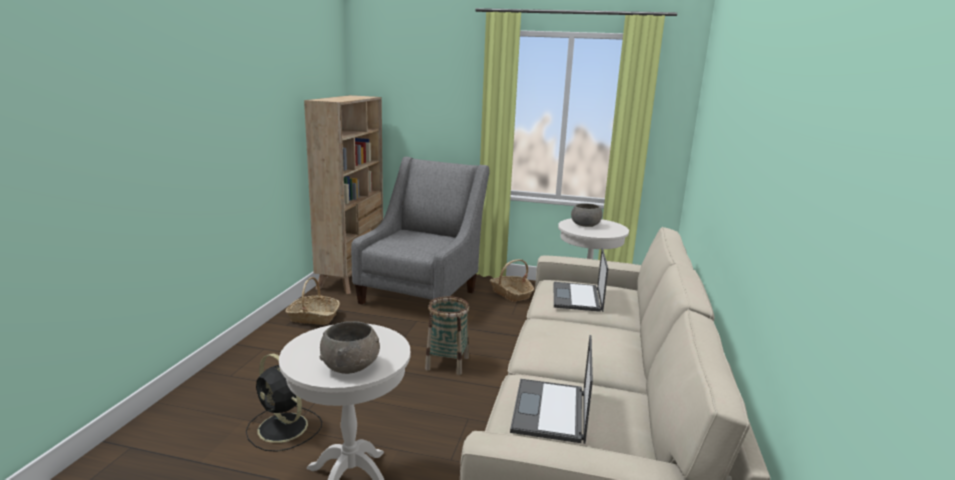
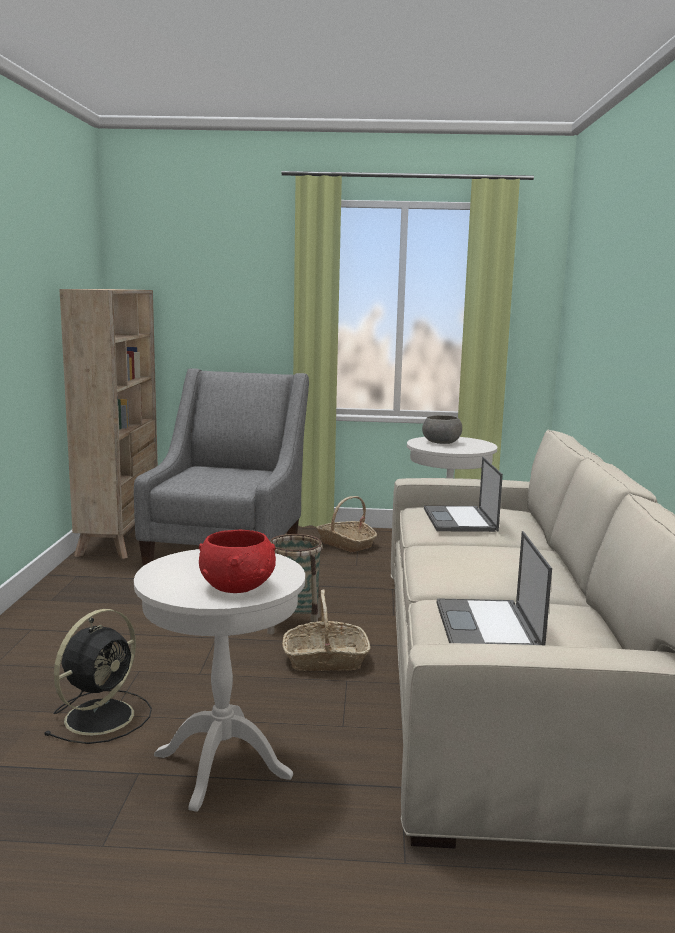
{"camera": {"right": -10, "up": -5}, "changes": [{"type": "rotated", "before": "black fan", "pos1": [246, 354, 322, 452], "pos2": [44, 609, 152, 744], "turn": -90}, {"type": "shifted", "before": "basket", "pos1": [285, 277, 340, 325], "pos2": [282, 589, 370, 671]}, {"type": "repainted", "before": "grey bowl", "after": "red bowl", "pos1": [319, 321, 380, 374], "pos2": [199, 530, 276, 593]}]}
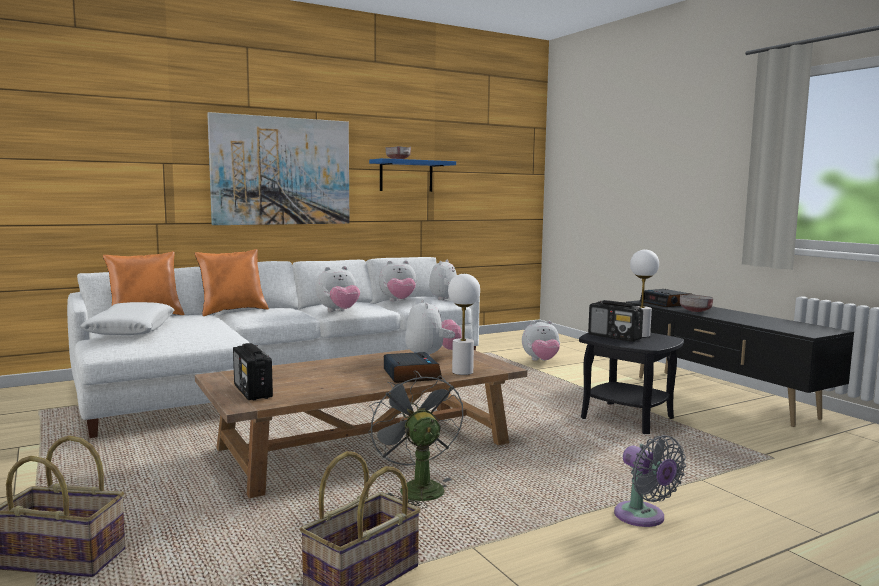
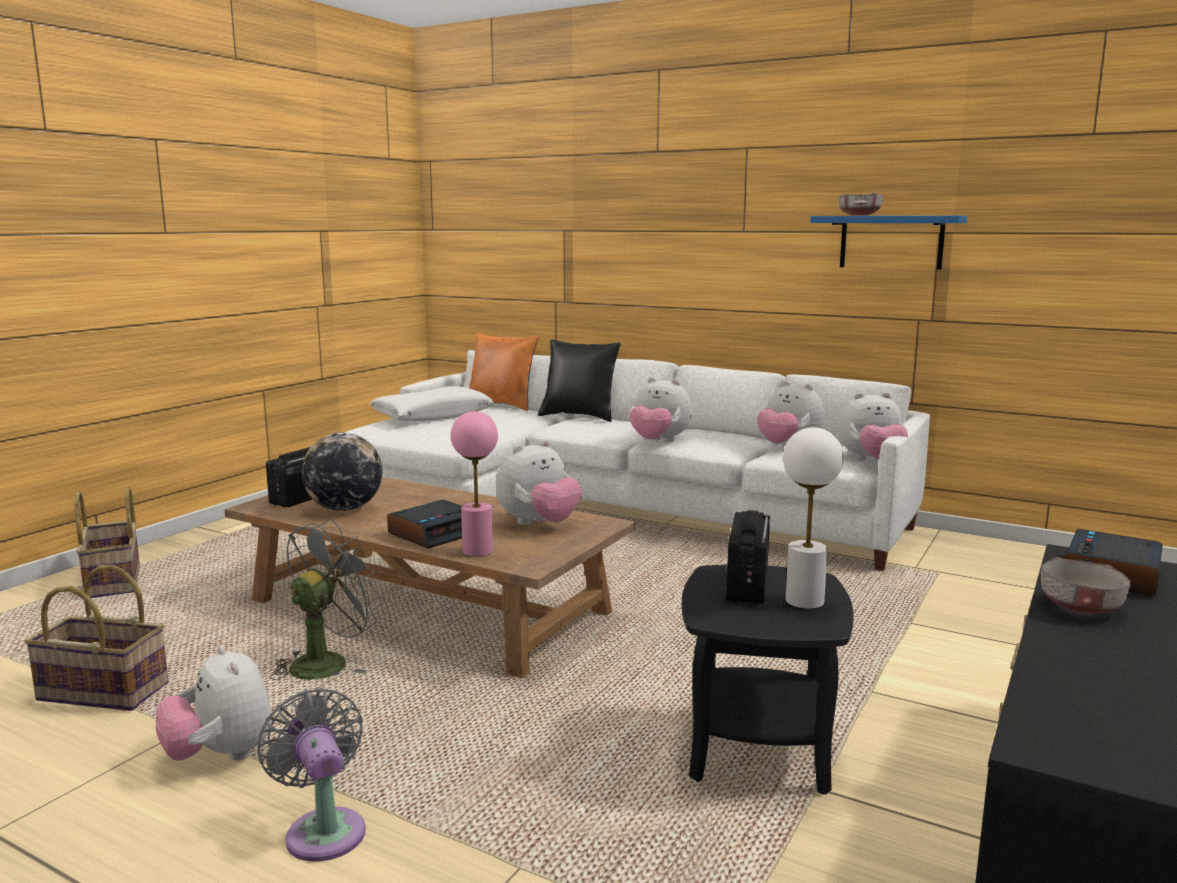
{"camera": {"right": 60, "up": 5}, "changes": [{"type": "repainted", "before": "orange pillow", "after": "black pillow", "pos1": [195, 249, 269, 316], "pos2": [538, 339, 621, 422]}, {"type": "gone", "before": "picture", "pos1": [207, 112, 349, 225]}, {"type": "repainted", "before": "white table lamp", "after": "pink table lamp", "pos1": [448, 274, 480, 375], "pos2": [451, 411, 498, 557]}, {"type": "shifted", "before": "plush toy", "pos1": [522, 321, 560, 361], "pos2": [156, 645, 272, 761]}, {"type": "rotated", "before": "grey fan", "pos1": [614, 435, 686, 527], "pos2": [257, 688, 366, 862], "turn": 120}, {"type": "new", "after": "globe", "pos2": [302, 433, 382, 511]}]}
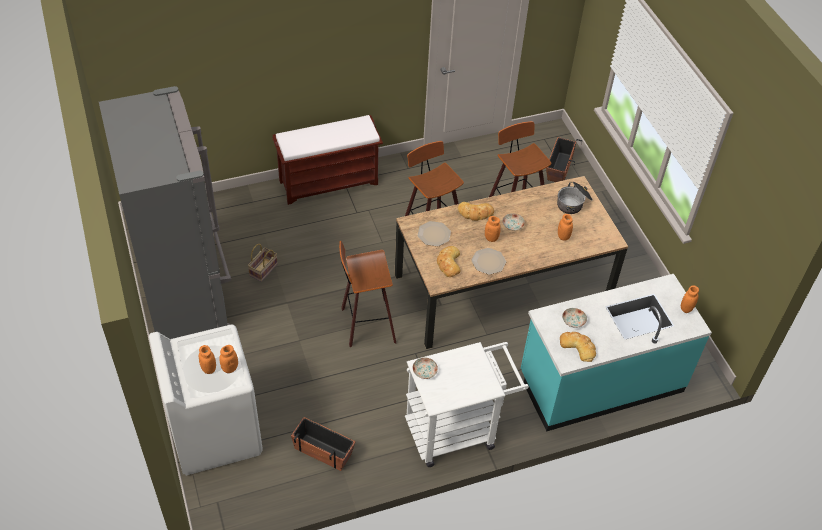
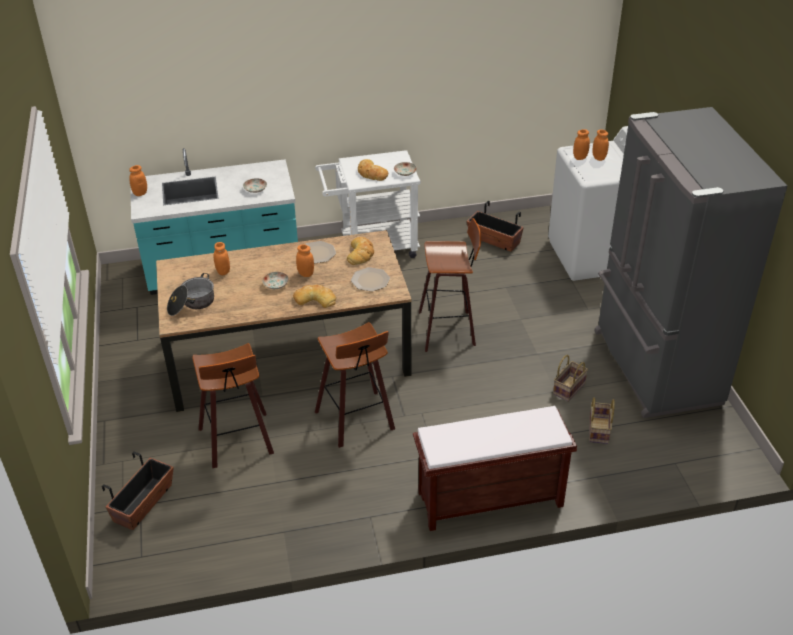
{"camera": {"right": -170, "up": -10}, "changes": [{"type": "shifted", "before": "bread", "pos1": [560, 332, 596, 362], "pos2": [358, 159, 388, 181]}, {"type": "new", "after": "basket", "pos2": [589, 397, 615, 444]}]}
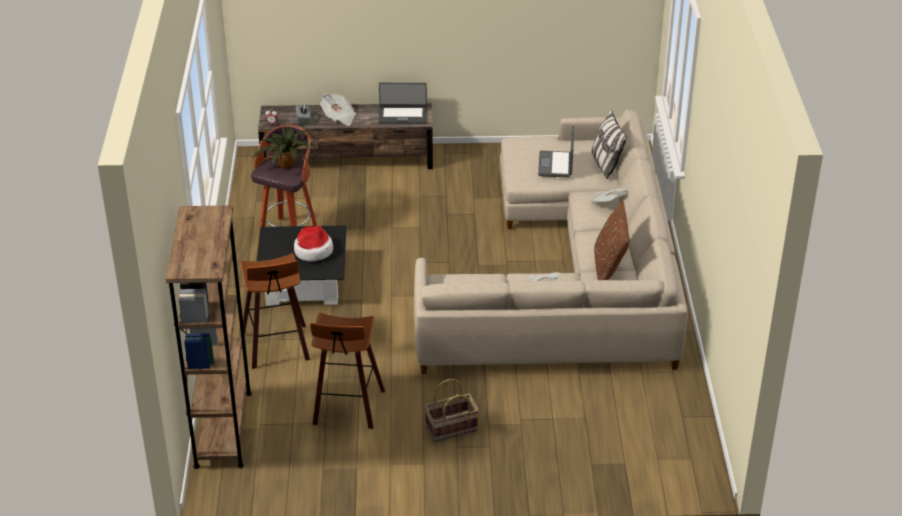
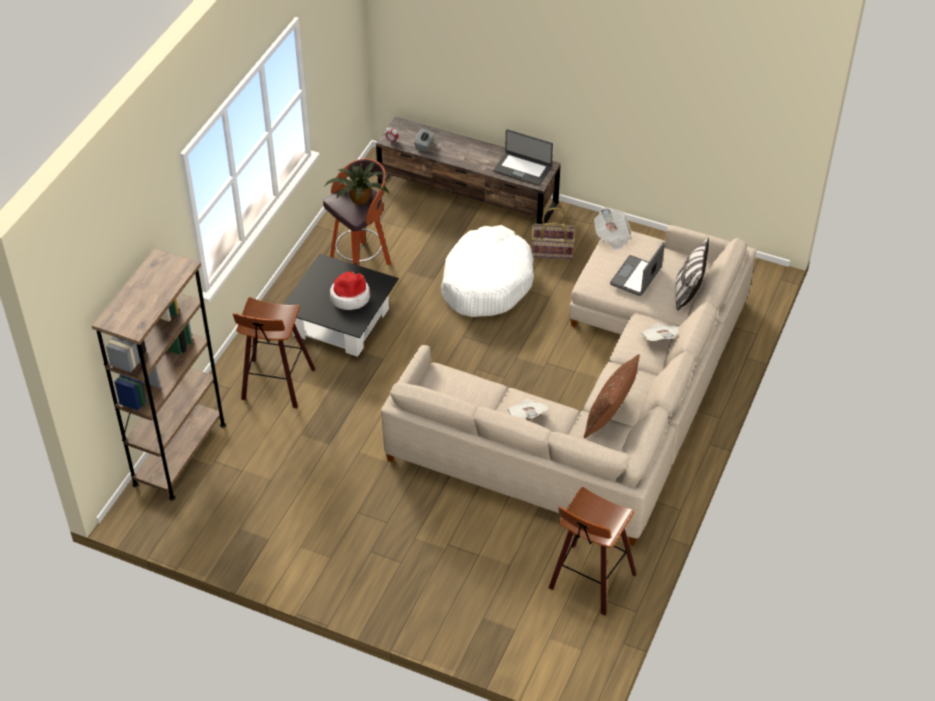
{"camera": {"right": 25, "up": 10}, "changes": [{"type": "shifted", "before": "stool", "pos1": [310, 313, 385, 429], "pos2": [548, 487, 636, 615]}, {"type": "shifted", "before": "newspaper", "pos1": [320, 93, 357, 126], "pos2": [594, 207, 632, 251]}, {"type": "shifted", "before": "basket", "pos1": [424, 379, 479, 442], "pos2": [531, 208, 576, 259]}, {"type": "new", "after": "white dog bed", "pos2": [441, 225, 534, 317]}]}
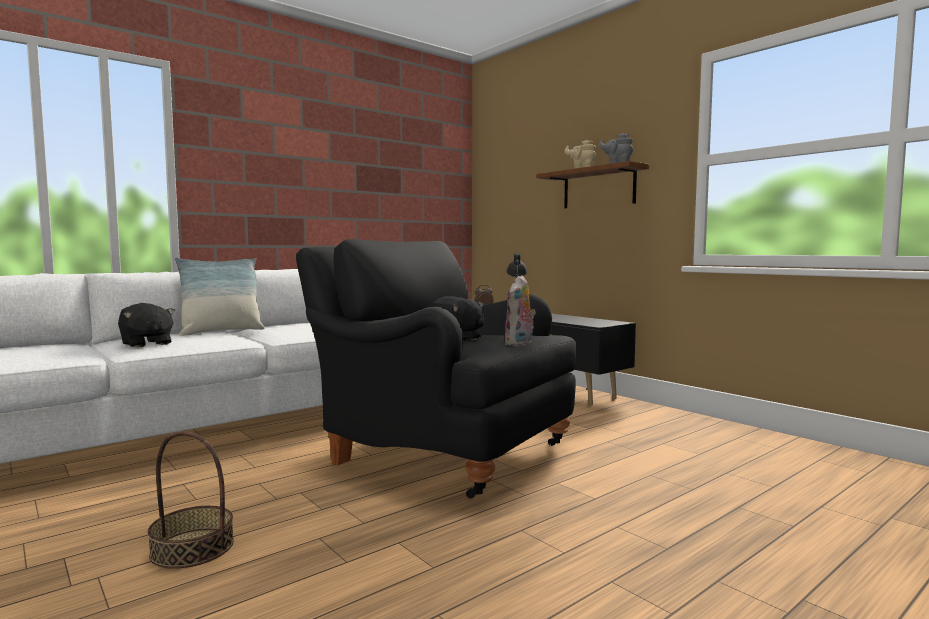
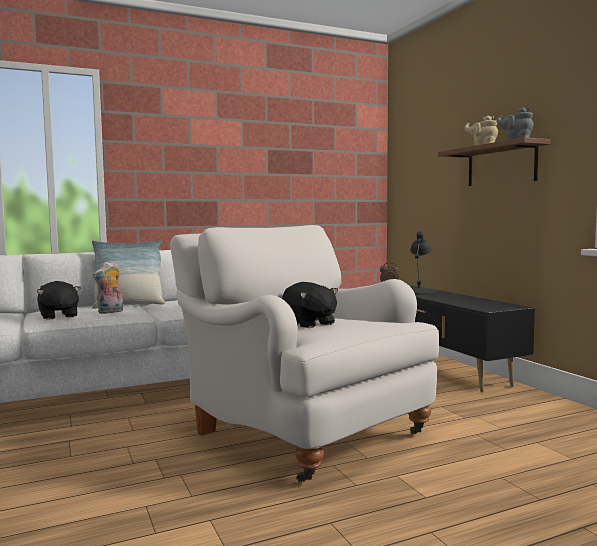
{"camera": {"right": 15, "up": 0}, "changes": [{"type": "gone", "before": "basket", "pos1": [148, 431, 234, 569]}, {"type": "repainted", "before": "black armchair", "after": "white armchair", "pos1": [296, 239, 577, 499], "pos2": [170, 225, 439, 483]}, {"type": "shifted", "before": "plush toy", "pos1": [504, 275, 536, 346], "pos2": [93, 261, 123, 314]}]}
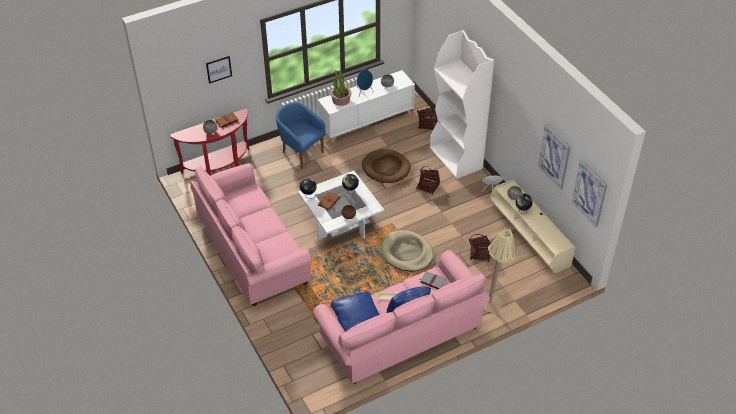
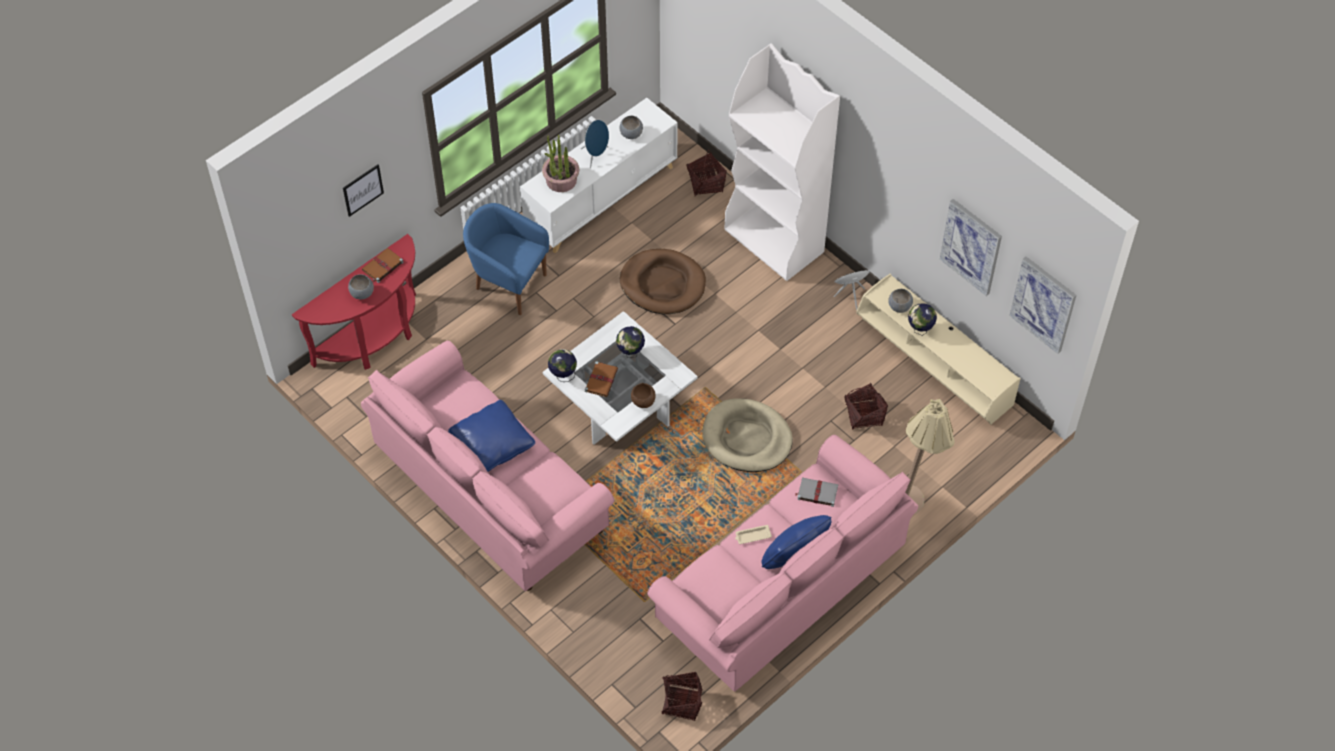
{"camera": {"right": -15, "up": 10}, "changes": [{"type": "shifted", "before": "blue pillow", "pos1": [331, 291, 380, 332], "pos2": [448, 400, 535, 472]}, {"type": "shifted", "before": "basket", "pos1": [417, 166, 440, 195], "pos2": [661, 671, 702, 721]}]}
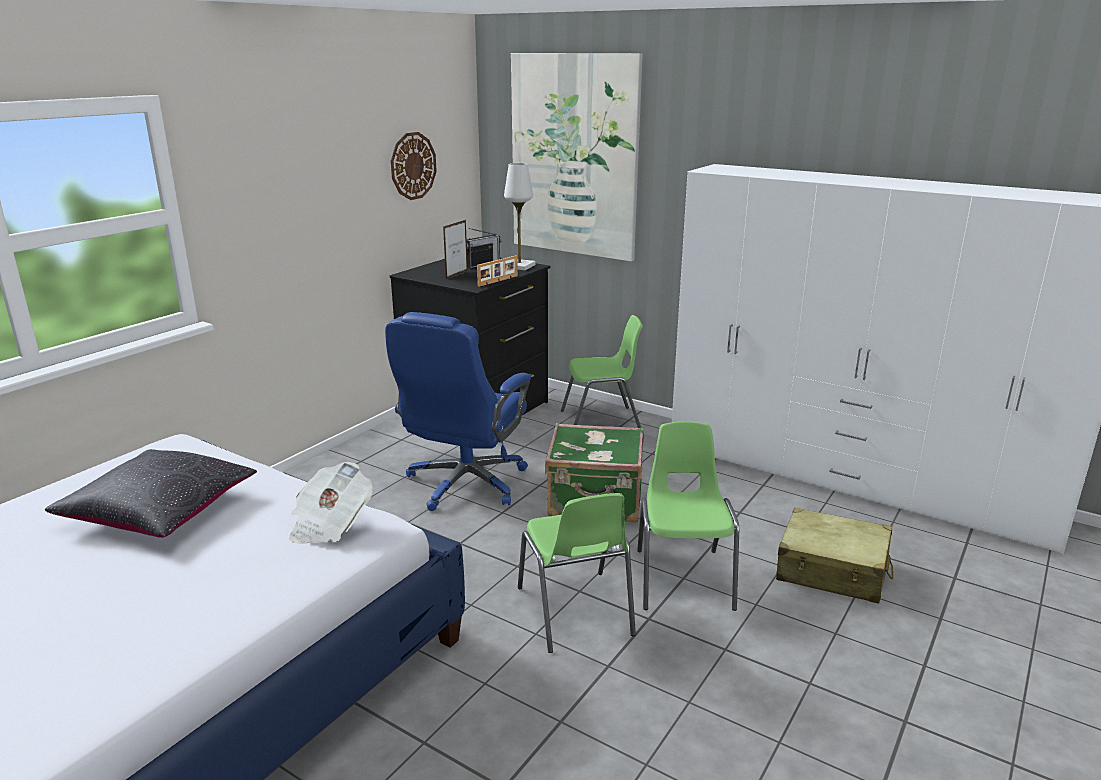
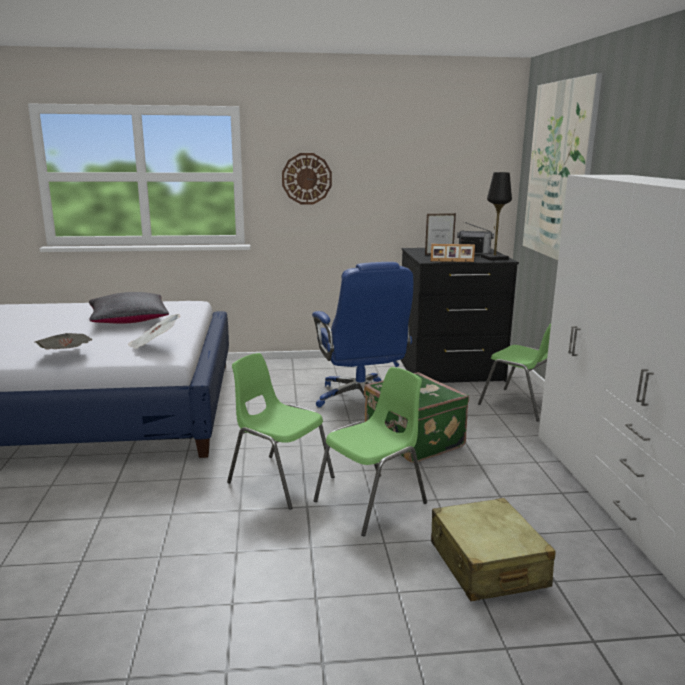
{"camera": {"right": 50, "up": -5}, "changes": [{"type": "rotated", "before": "blue office chair", "pos1": [385, 312, 531, 511], "pos2": [312, 262, 413, 407], "turn": -90}, {"type": "shifted", "before": "wall clock", "pos1": [391, 132, 437, 200], "pos2": [282, 153, 332, 204]}, {"type": "repainted", "before": "white table lamp", "after": "black table lamp", "pos1": [504, 163, 536, 270], "pos2": [481, 172, 512, 261]}, {"type": "rotated", "before": "green chair", "pos1": [518, 493, 636, 653], "pos2": [227, 353, 335, 510], "turn": 90}, {"type": "new", "after": "newspaper", "pos2": [35, 333, 92, 349]}]}
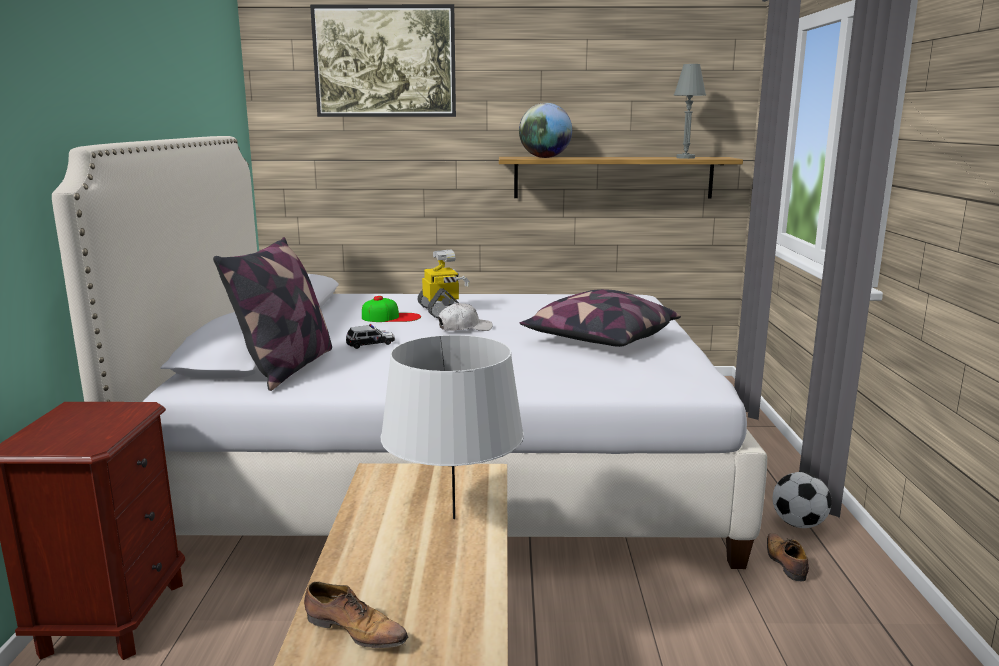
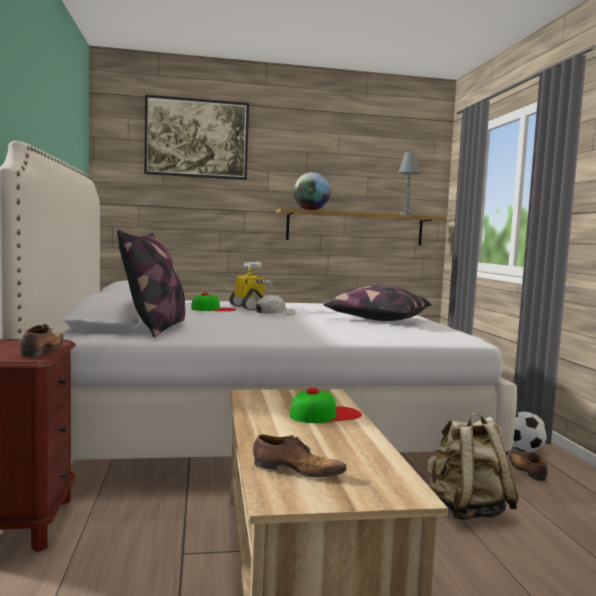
{"camera": {"right": -10, "up": -10}, "changes": [{"type": "gone", "before": "toy car", "pos1": [346, 324, 395, 349]}, {"type": "swapped", "before": "grey table lamp", "after": "cap", "pos1": [381, 335, 524, 519], "pos2": [290, 388, 362, 423]}, {"type": "new", "after": "shoe", "pos2": [20, 324, 64, 357]}, {"type": "new", "after": "beige backpack", "pos2": [427, 413, 519, 520]}]}
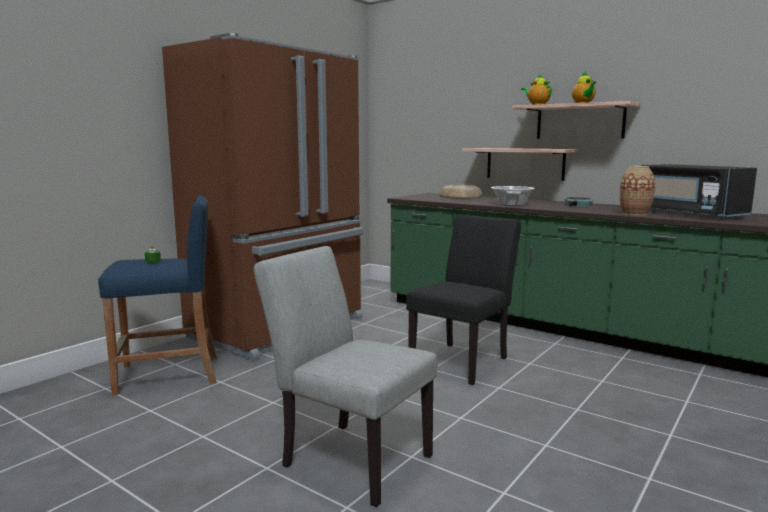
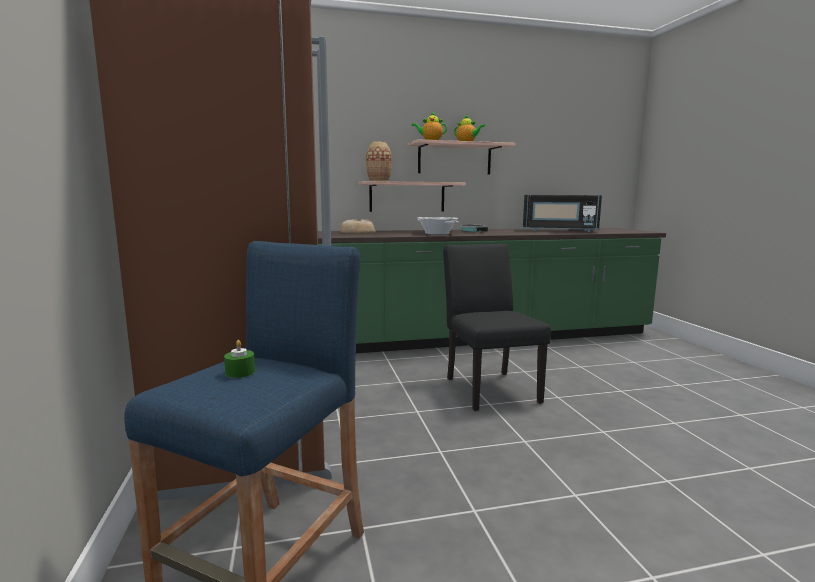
{"camera": {"right": -50, "up": 0}, "changes": [{"type": "gone", "before": "grey chair", "pos1": [254, 246, 437, 507]}, {"type": "shifted", "before": "vase", "pos1": [620, 166, 655, 216], "pos2": [366, 141, 392, 181]}]}
